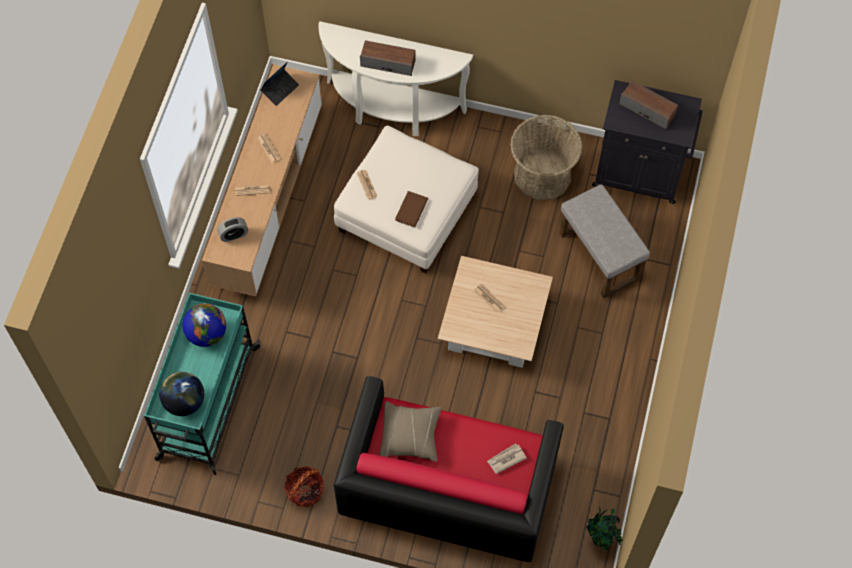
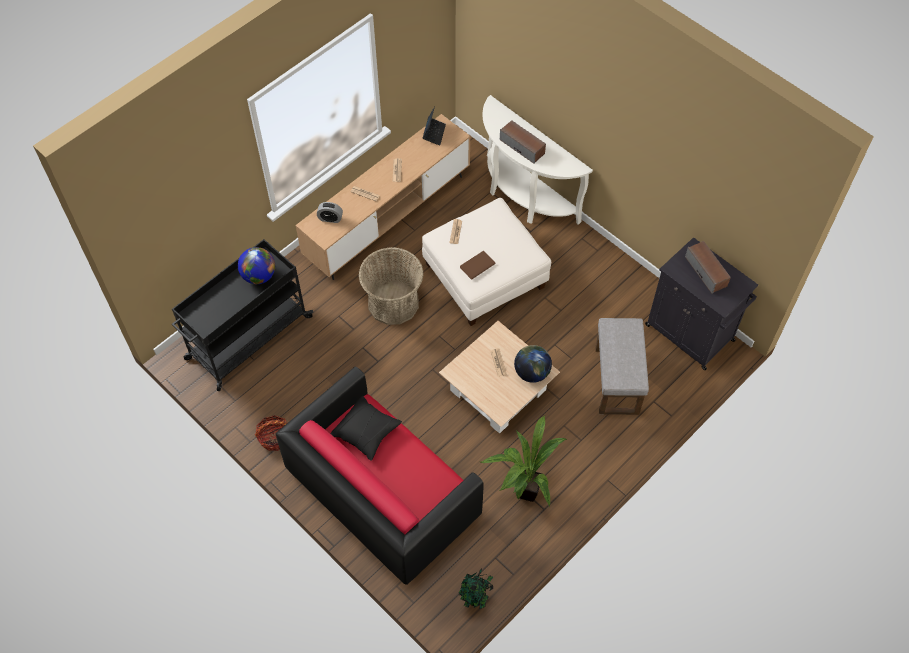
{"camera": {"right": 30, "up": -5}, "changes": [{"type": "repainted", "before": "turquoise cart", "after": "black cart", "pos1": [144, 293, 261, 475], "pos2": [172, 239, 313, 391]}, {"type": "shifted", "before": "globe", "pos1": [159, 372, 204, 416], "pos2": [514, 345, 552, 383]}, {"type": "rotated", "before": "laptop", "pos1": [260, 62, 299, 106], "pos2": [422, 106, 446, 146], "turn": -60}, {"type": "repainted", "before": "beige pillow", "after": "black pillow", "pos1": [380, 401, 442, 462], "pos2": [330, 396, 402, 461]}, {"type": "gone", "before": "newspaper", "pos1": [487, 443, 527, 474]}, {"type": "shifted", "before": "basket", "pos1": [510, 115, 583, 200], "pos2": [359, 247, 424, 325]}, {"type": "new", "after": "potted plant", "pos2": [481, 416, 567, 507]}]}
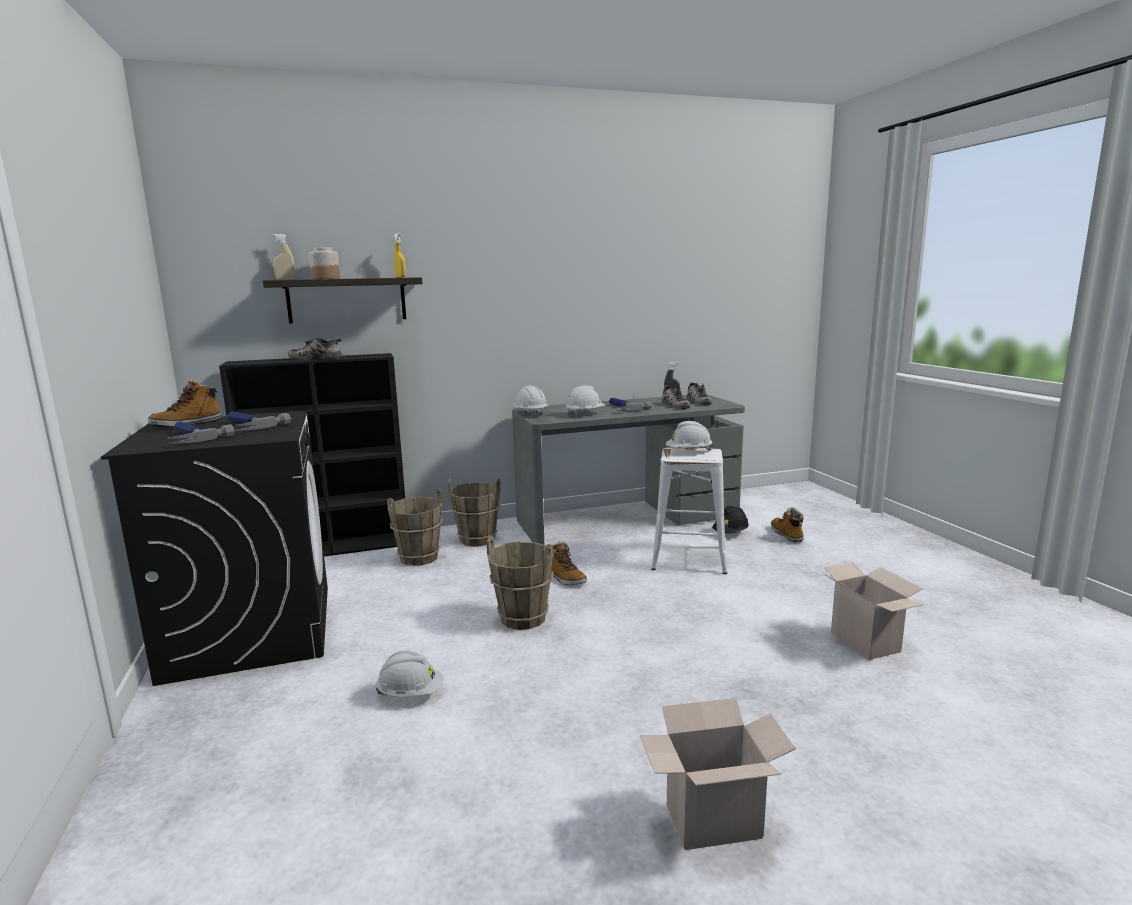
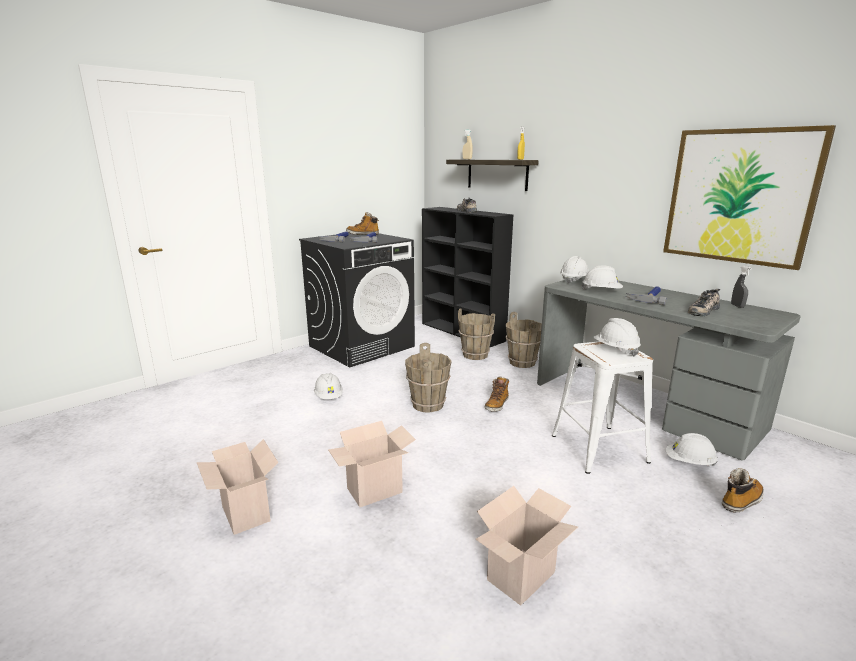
{"camera": {"right": 65, "up": 5}, "changes": [{"type": "gone", "before": "jar", "pos1": [309, 247, 340, 279]}, {"type": "gone", "before": "shoe", "pos1": [686, 382, 711, 405]}, {"type": "repainted", "before": "black hard hat", "after": "white hard hat", "pos1": [712, 506, 749, 533], "pos2": [666, 433, 718, 466]}, {"type": "new", "after": "cardboard box", "pos2": [328, 421, 416, 507]}, {"type": "new", "after": "picture", "pos2": [663, 125, 836, 270]}]}
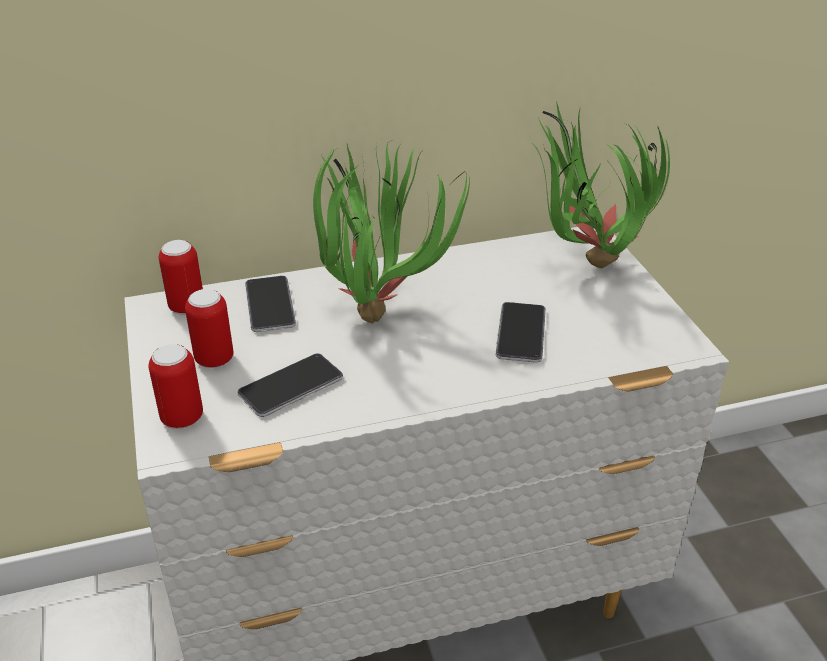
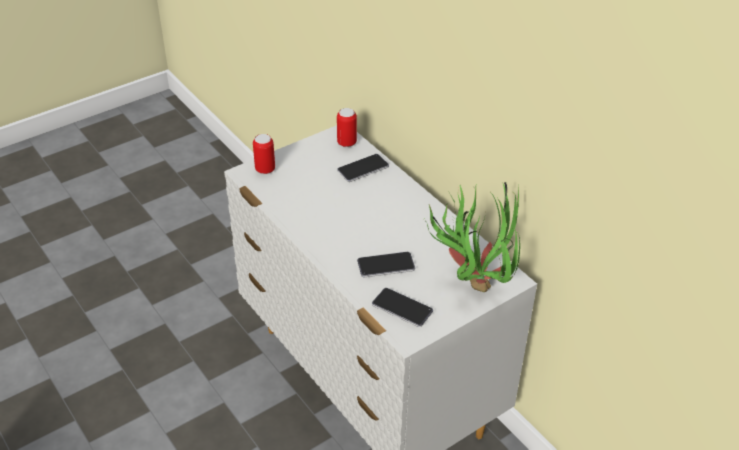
{"camera": {"right": 70, "up": 5}, "changes": [{"type": "gone", "before": "can", "pos1": [185, 289, 233, 368]}, {"type": "shifted", "before": "phone", "pos1": [238, 354, 343, 417], "pos2": [372, 288, 433, 327]}, {"type": "gone", "before": "potted plant", "pos1": [313, 140, 470, 324]}]}
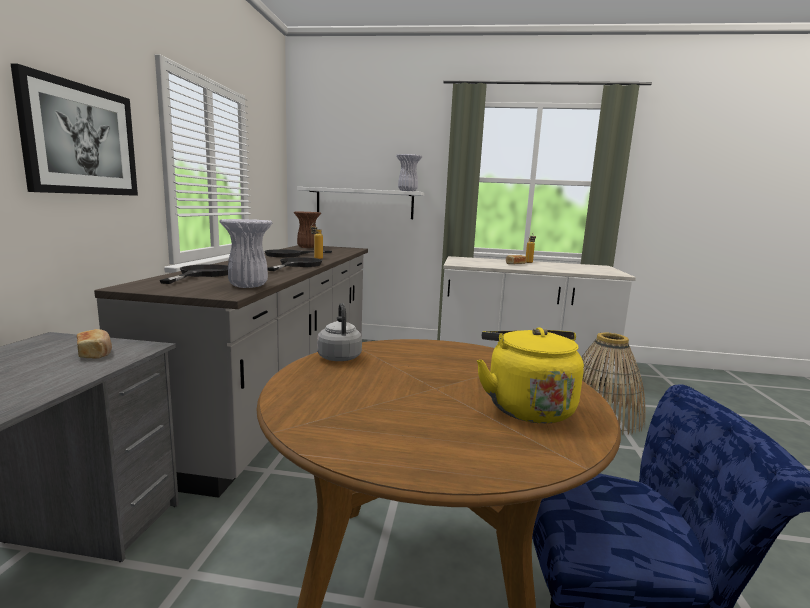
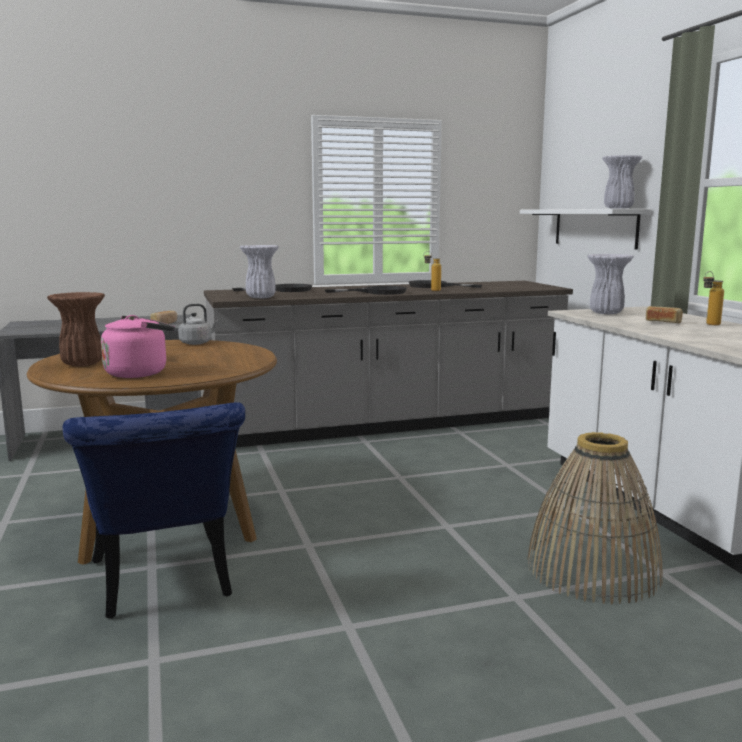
{"camera": {"right": 65, "up": 0}, "changes": [{"type": "gone", "before": "picture", "pos1": [11, 64, 138, 196]}, {"type": "shifted", "before": "brown vase", "pos1": [294, 211, 321, 248], "pos2": [47, 292, 105, 366]}, {"type": "repainted", "before": "yellow kettle", "after": "pink kettle", "pos1": [477, 327, 584, 423], "pos2": [101, 315, 175, 378]}, {"type": "new", "after": "white vase", "pos2": [587, 254, 634, 314]}]}
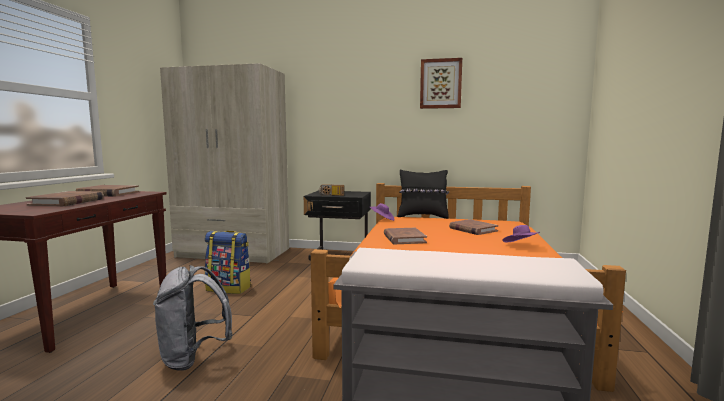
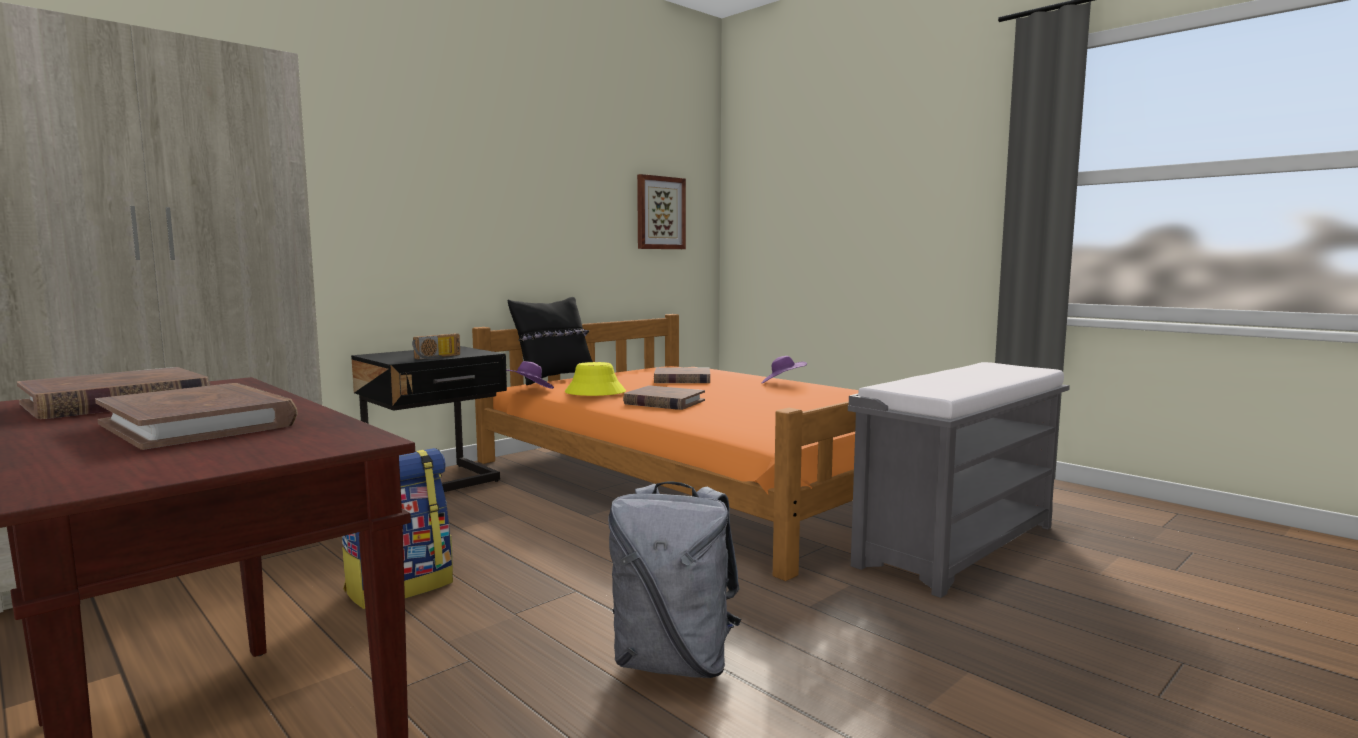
{"camera": {"right": -55, "up": 0}, "changes": [{"type": "shifted", "before": "picture", "pos1": [420, 58, 462, 109], "pos2": [637, 174, 686, 249]}, {"type": "new", "after": "yellow hat", "pos2": [565, 362, 626, 396]}]}
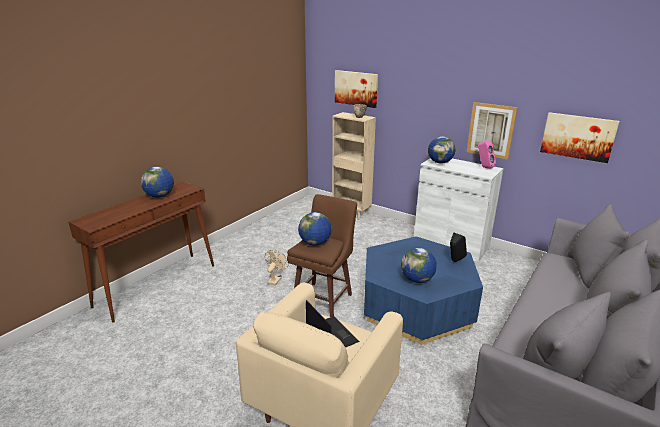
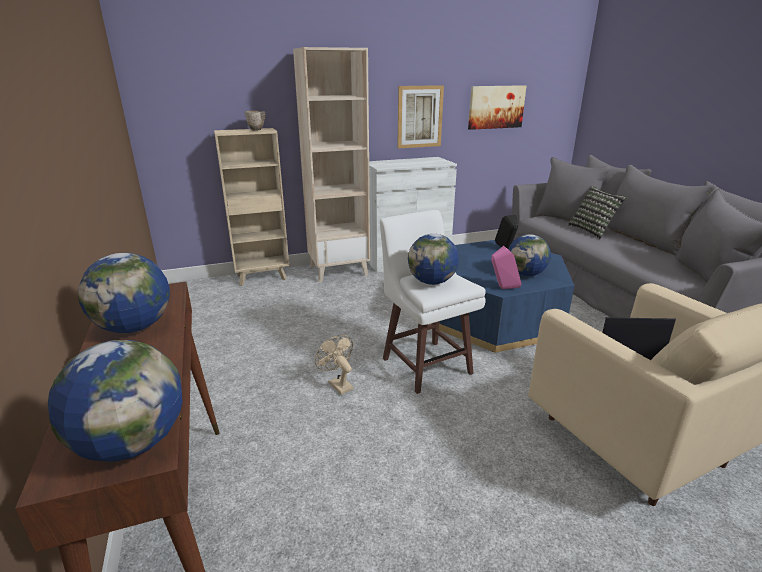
{"camera": {"right": -55, "up": 0}, "changes": [{"type": "repainted", "before": "brown stool", "after": "white stool", "pos1": [287, 194, 357, 317], "pos2": [380, 210, 486, 394]}, {"type": "gone", "before": "picture", "pos1": [335, 70, 378, 108]}, {"type": "shifted", "before": "globe", "pos1": [428, 136, 455, 164], "pos2": [48, 340, 183, 462]}, {"type": "shifted", "before": "pink speaker", "pos1": [478, 140, 496, 169], "pos2": [491, 246, 521, 289]}, {"type": "new", "after": "beige bookcase", "pos2": [293, 47, 370, 283]}, {"type": "new", "after": "pillow", "pos2": [568, 186, 627, 239]}]}
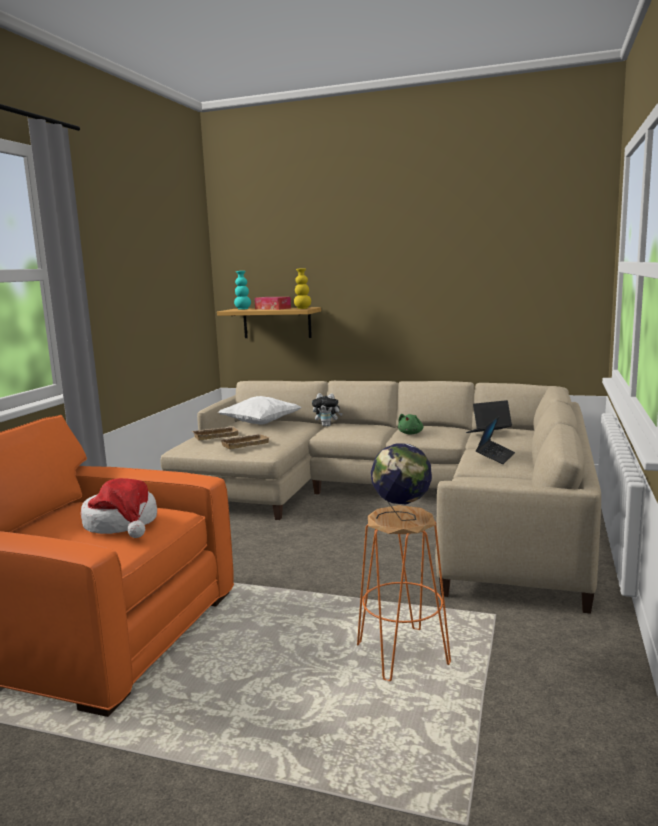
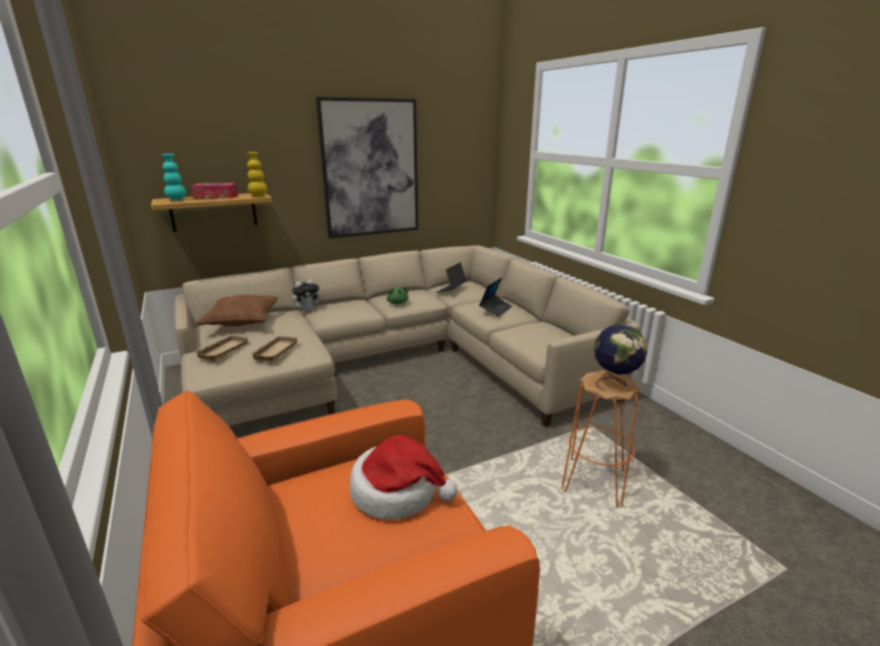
{"camera": {"right": -45, "up": 10}, "changes": [{"type": "repainted", "before": "white pillow", "after": "brown pillow", "pos1": [218, 396, 302, 425], "pos2": [196, 294, 279, 326]}, {"type": "rotated", "before": "laptop", "pos1": [476, 416, 515, 464], "pos2": [479, 277, 512, 317], "turn": 45}, {"type": "new", "after": "picture", "pos2": [316, 97, 418, 239]}]}
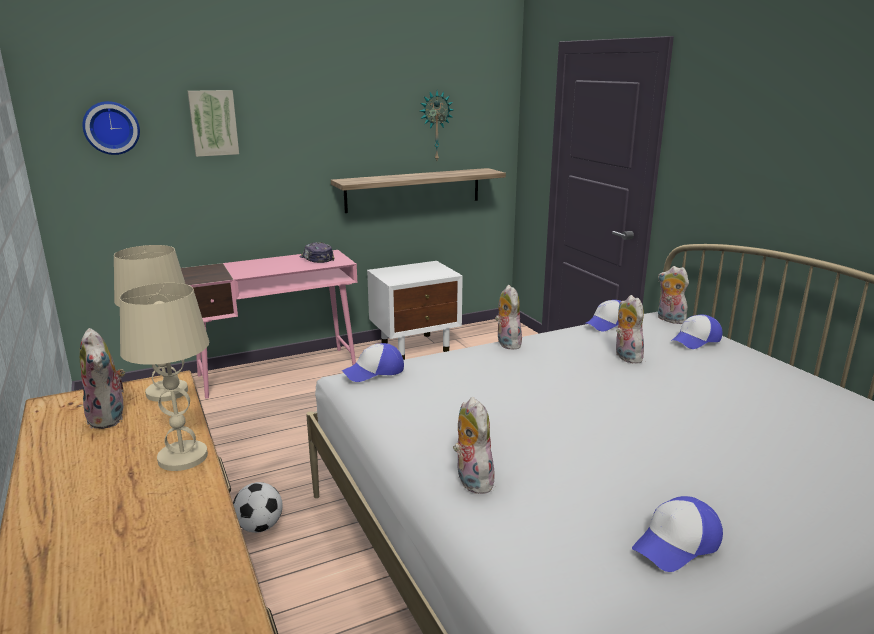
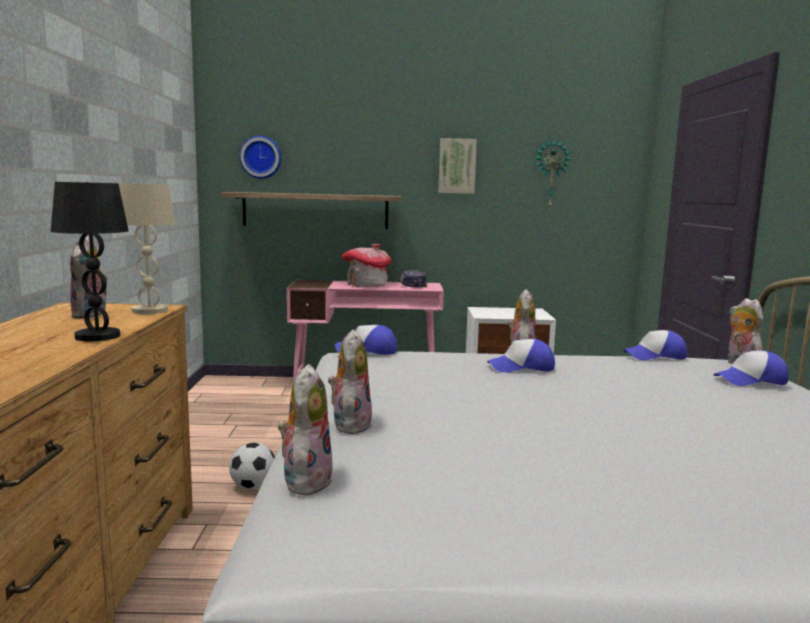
{"camera": {"right": 25, "up": -10}, "changes": [{"type": "repainted", "before": "beige table lamp", "after": "black table lamp", "pos1": [120, 283, 209, 471], "pos2": [51, 182, 129, 341]}, {"type": "shifted", "before": "picture", "pos1": [188, 90, 239, 157], "pos2": [438, 138, 477, 194]}, {"type": "shifted", "before": "shelf", "pos1": [331, 168, 506, 213], "pos2": [220, 192, 401, 229]}, {"type": "shifted", "before": "plush toy", "pos1": [616, 295, 644, 364], "pos2": [278, 364, 333, 495]}, {"type": "shifted", "before": "cap", "pos1": [632, 496, 723, 572], "pos2": [487, 339, 555, 373]}, {"type": "new", "after": "toy house", "pos2": [342, 244, 391, 287]}]}
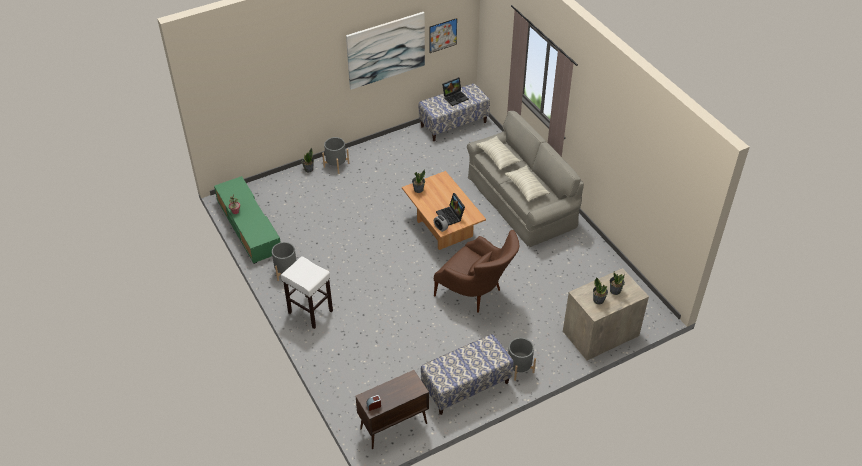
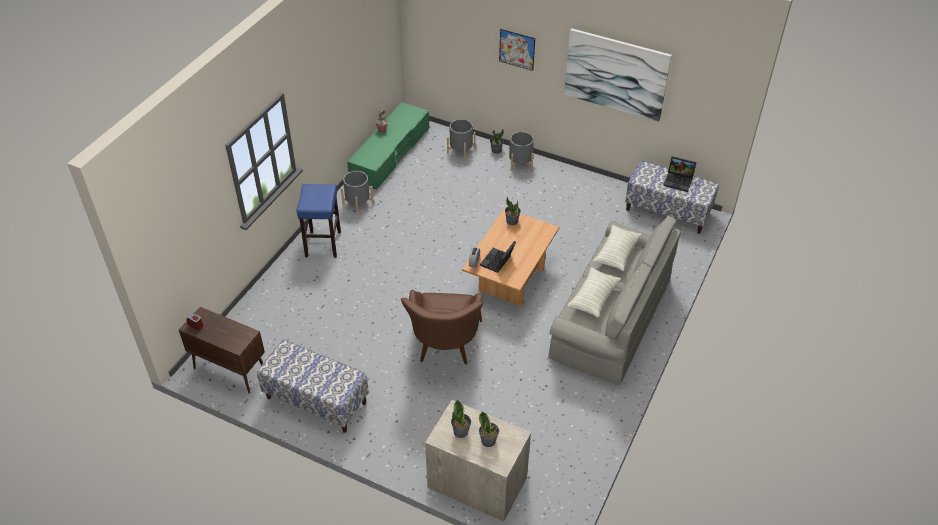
{"camera": {"right": 55, "up": 0}, "changes": [{"type": "repainted", "before": "white stool", "after": "blue stool", "pos1": [281, 256, 333, 329], "pos2": [297, 184, 341, 258]}, {"type": "shifted", "before": "picture", "pos1": [429, 18, 457, 53], "pos2": [499, 29, 535, 71]}, {"type": "shifted", "before": "grey planter", "pos1": [506, 338, 536, 381], "pos2": [447, 119, 476, 160]}]}
